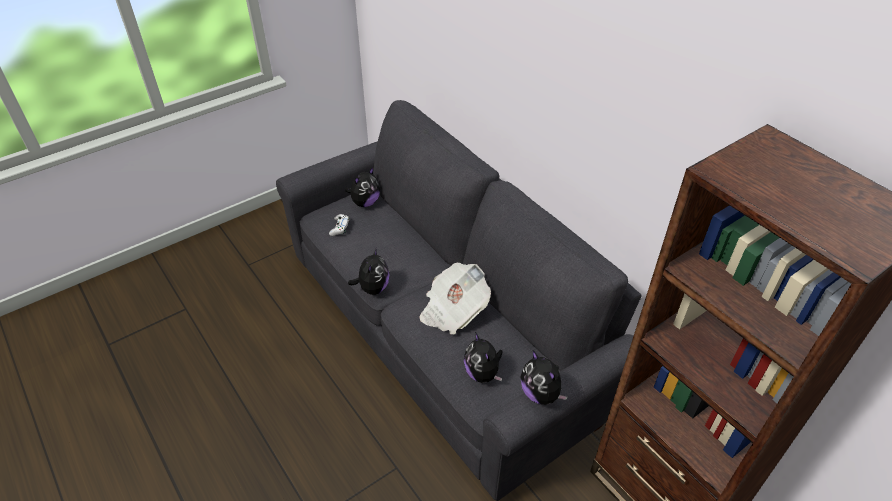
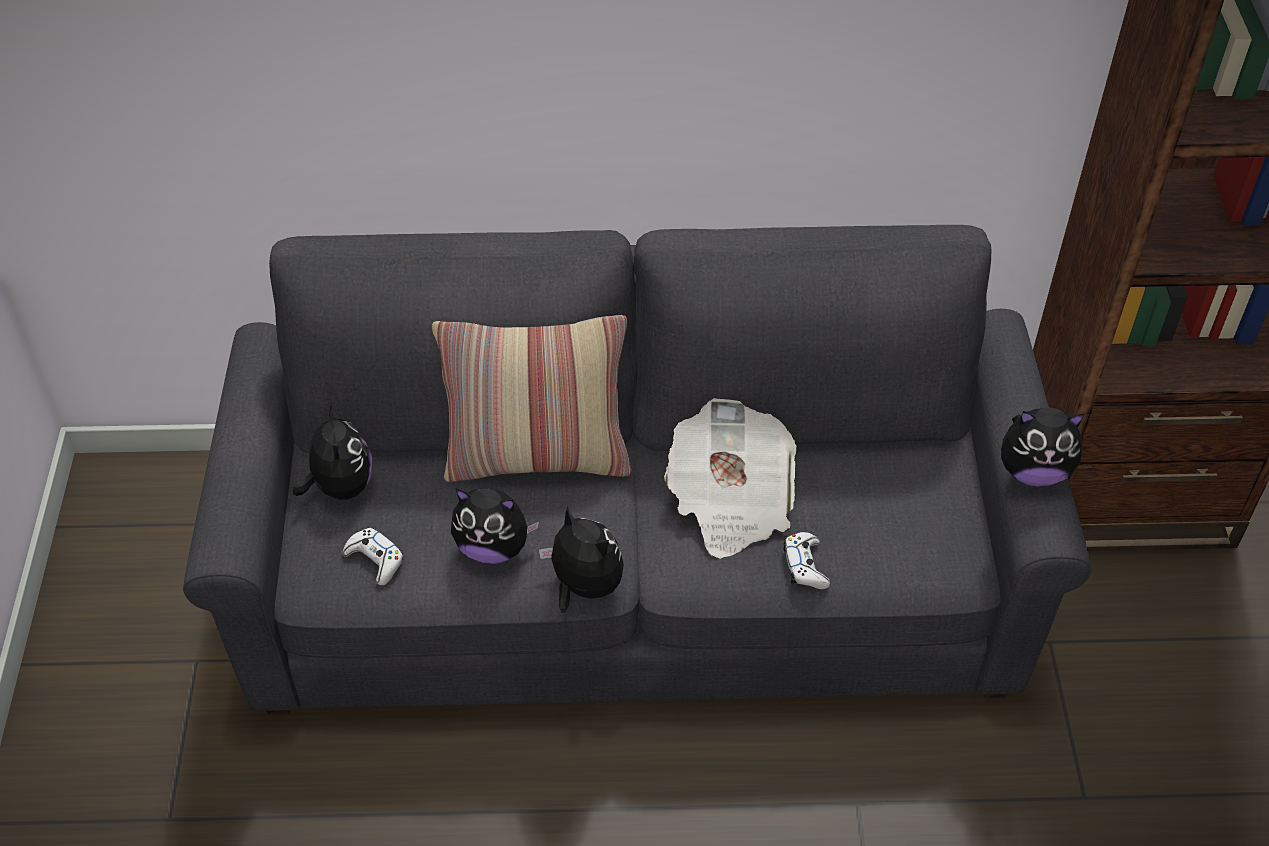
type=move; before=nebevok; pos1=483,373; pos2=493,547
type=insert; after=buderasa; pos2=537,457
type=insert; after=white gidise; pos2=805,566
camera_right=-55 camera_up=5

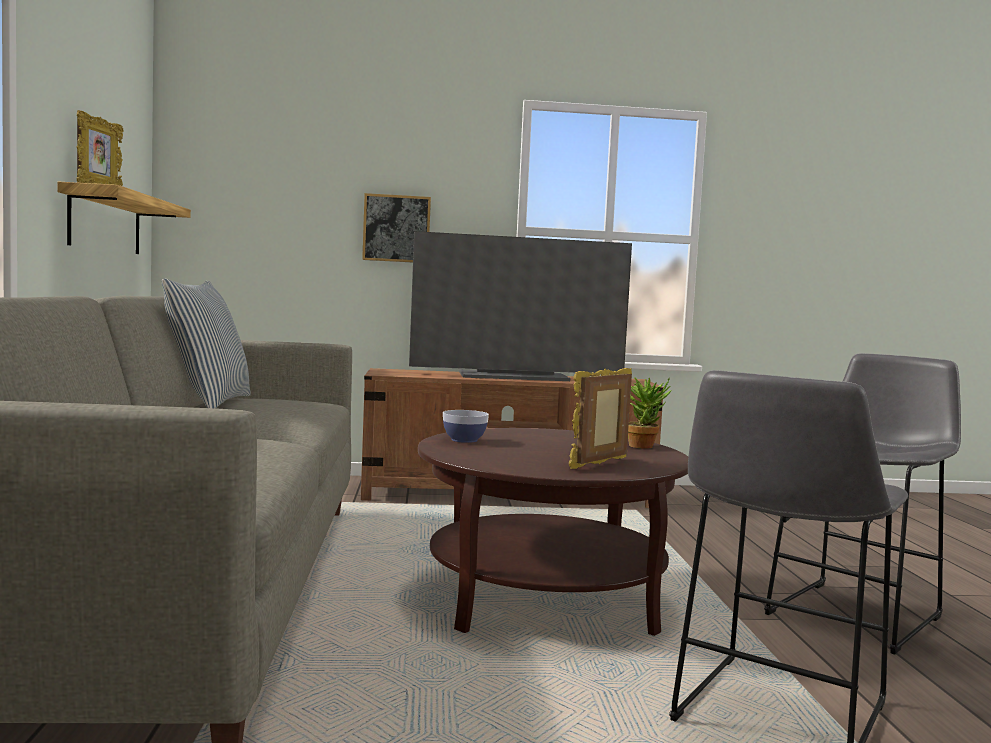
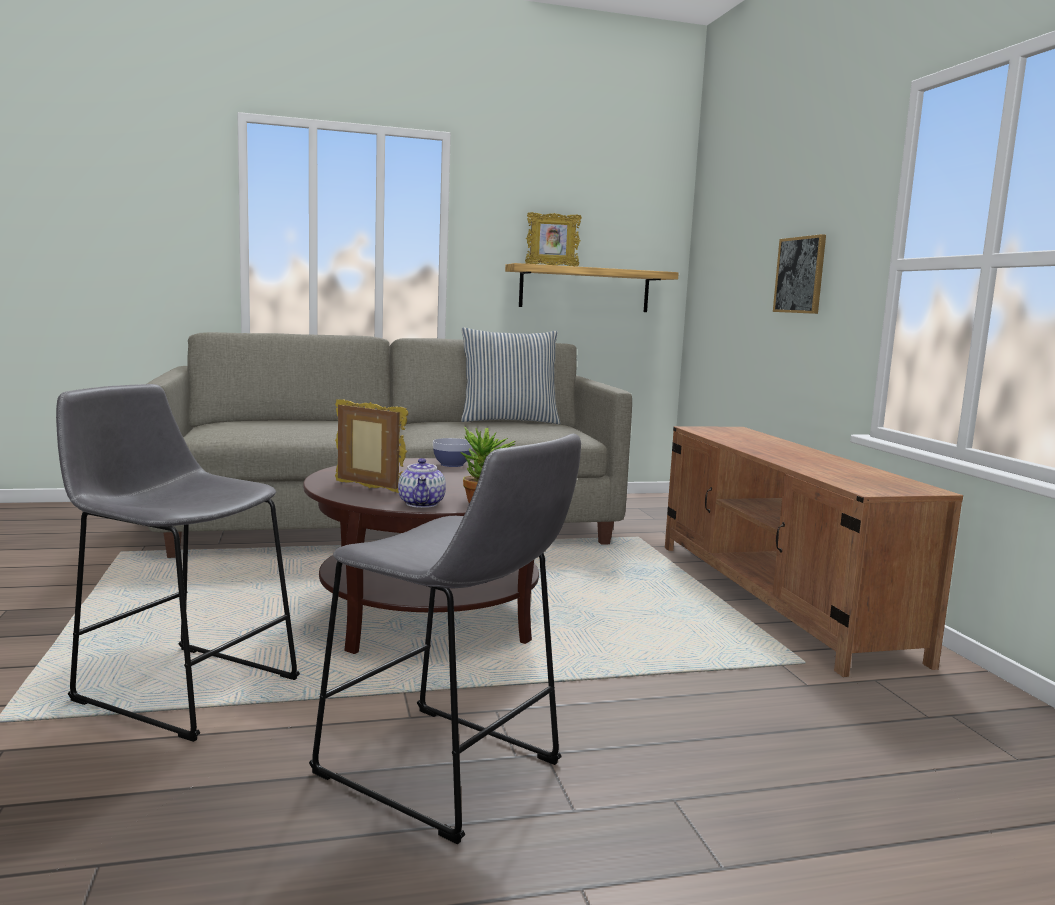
type=delete; before=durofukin; pos1=515,376
type=insert; after=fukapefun; pos2=422,504
camera_right=80 camera_up=5

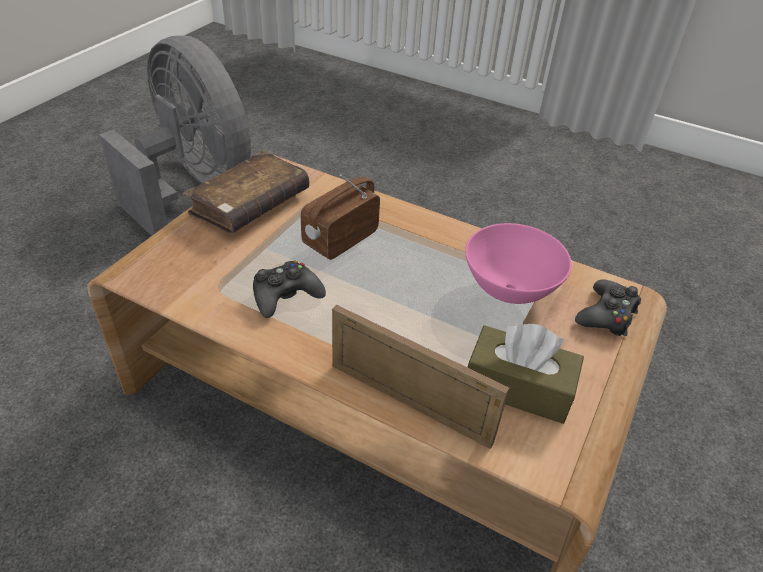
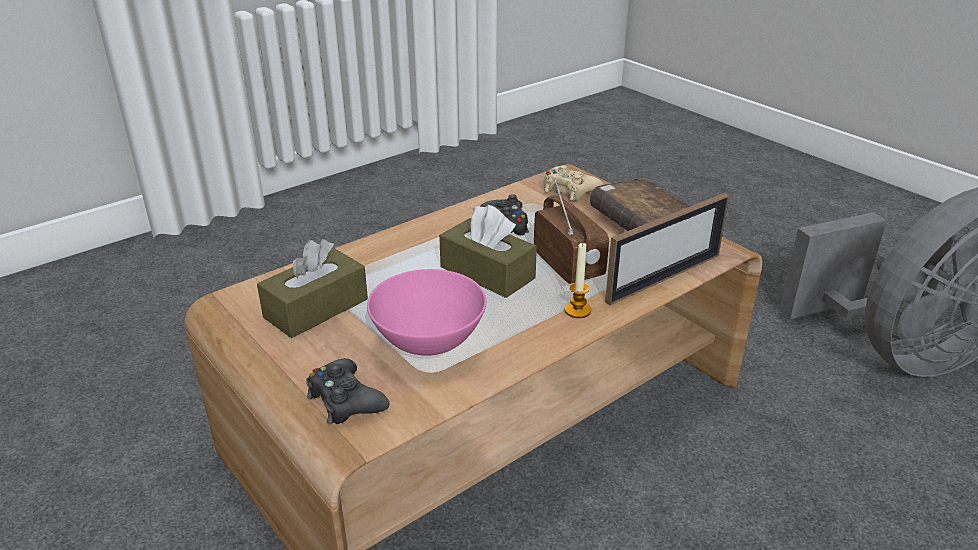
type=move; before=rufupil; pos1=409,403; pos2=664,278
type=insert; after=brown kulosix; pos2=487,273
type=insert; after=beige gidise; pos2=569,190
type=insert; after=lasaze; pos2=577,310
camera_right=115 camera_up=-10

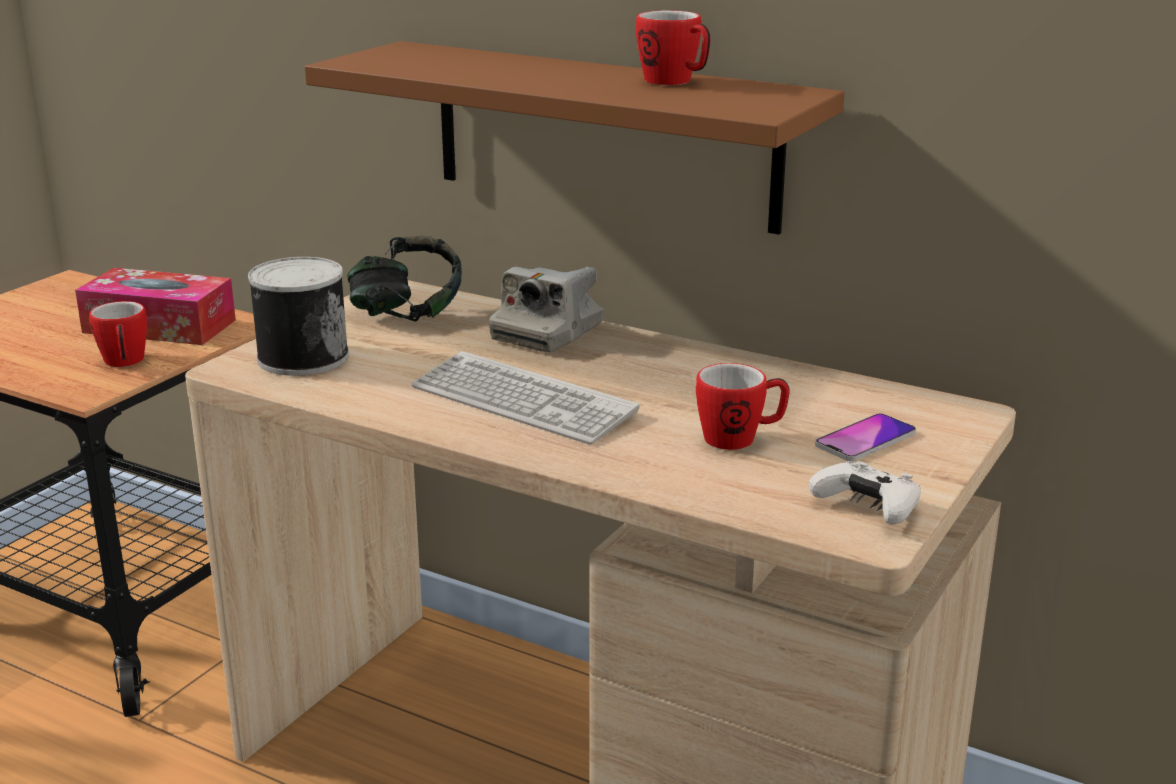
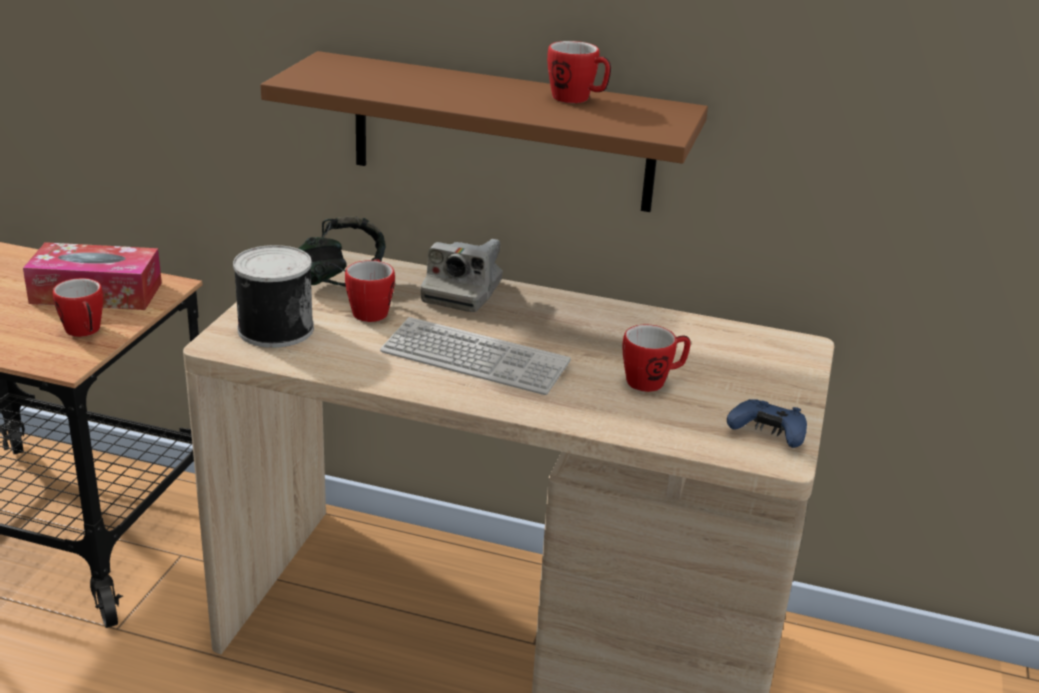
type=recolor; before=white gidise; after=blue gidise; pos1=868,508; pos2=768,433
type=delete; before=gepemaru; pos1=865,439
type=insert; after=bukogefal; pos2=372,310
camera_right=-15 camera_up=5

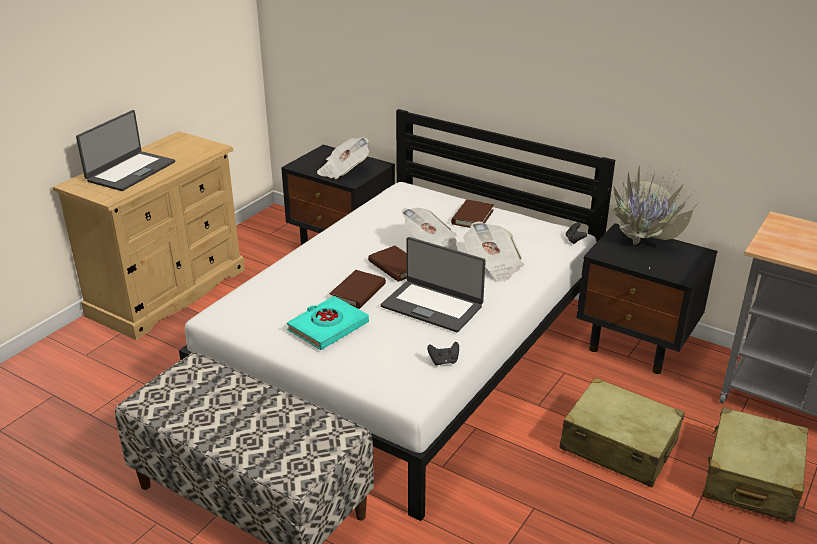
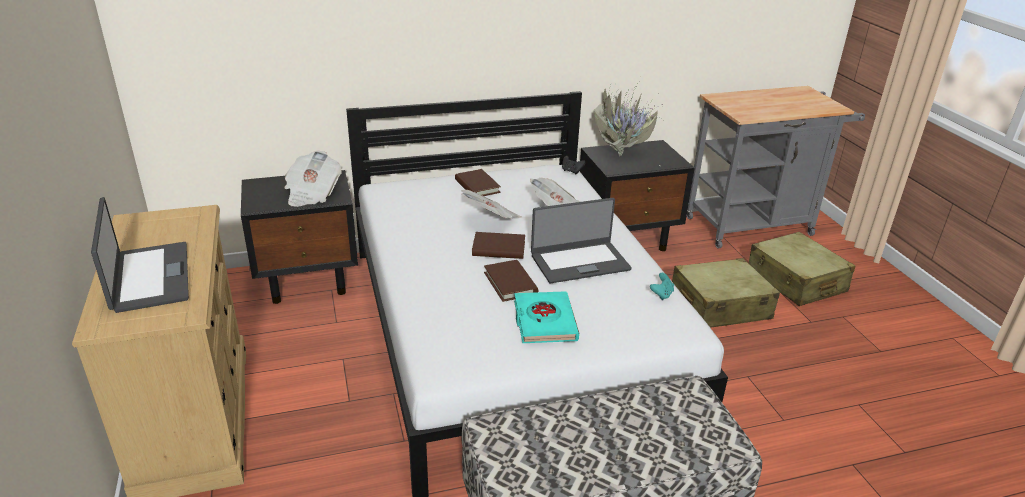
type=recolor; before=black gidise; after=turquoise gidise; pos1=444,361; pos2=661,294
camera_right=-50 camera_up=0

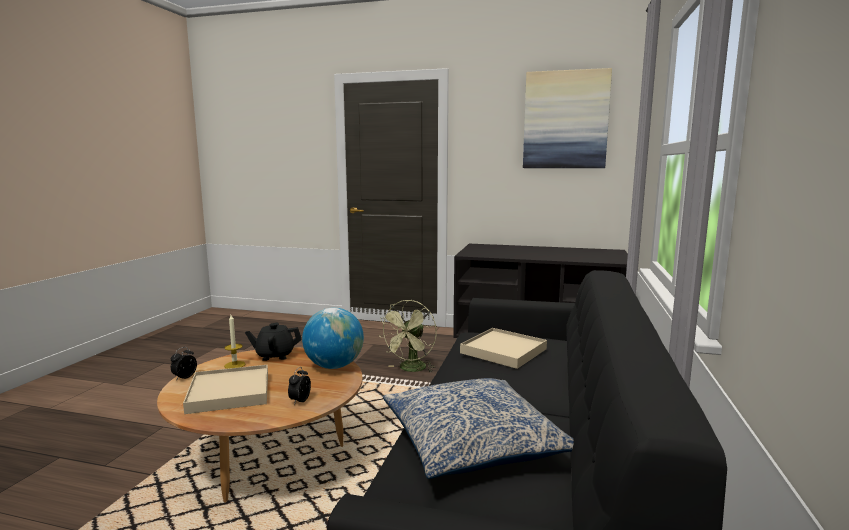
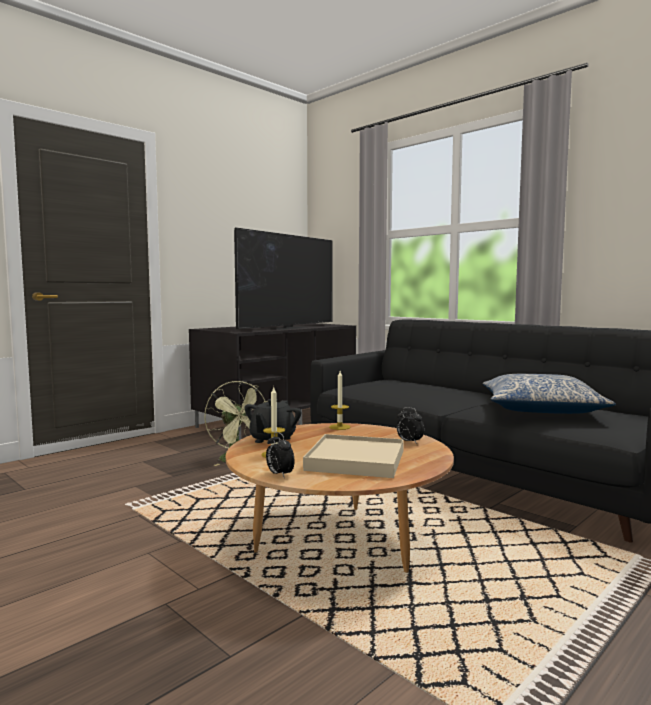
type=replace; before=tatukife; after=lasaze; pos1=334,366; pos2=339,427
type=delete; before=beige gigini; pos1=504,351
type=delete; before=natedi; pos1=565,120
type=insert; after=durofukin; pos2=288,328
camera_right=-60 camera_up=-5

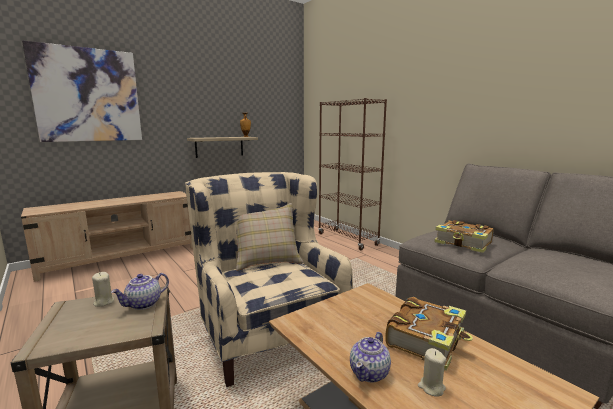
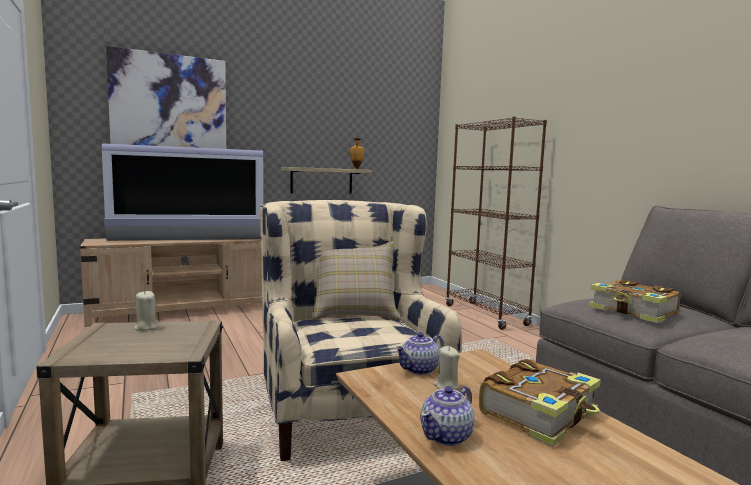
type=move; before=fukapefun; pos1=143,304; pos2=419,370
type=move; before=beige lasaze; pos1=431,387; pos2=446,386
type=insert; after=durofukin; pos2=188,239
camera_right=10 camera_up=-5

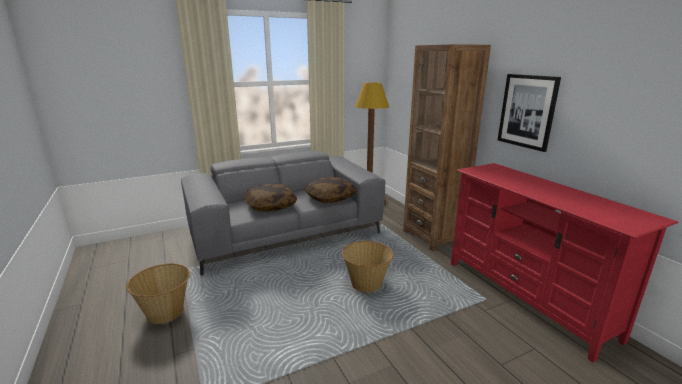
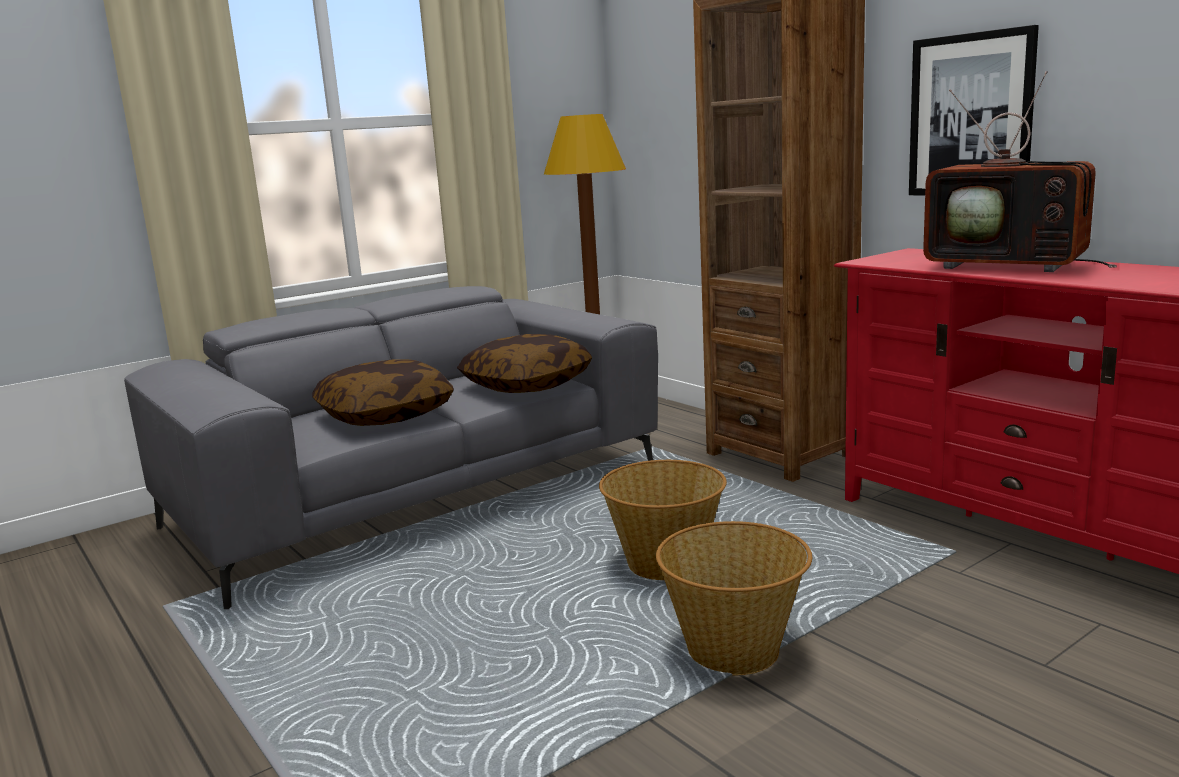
type=move; before=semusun; pos1=166,312; pos2=735,650
type=insert; after=durofukin; pos2=1011,265
camera_right=-10 camera_up=-5

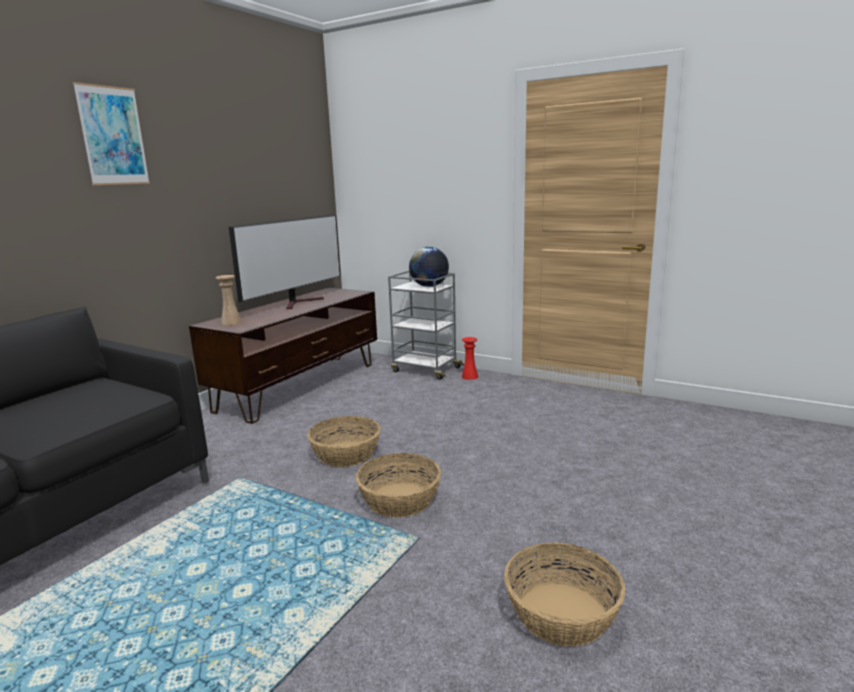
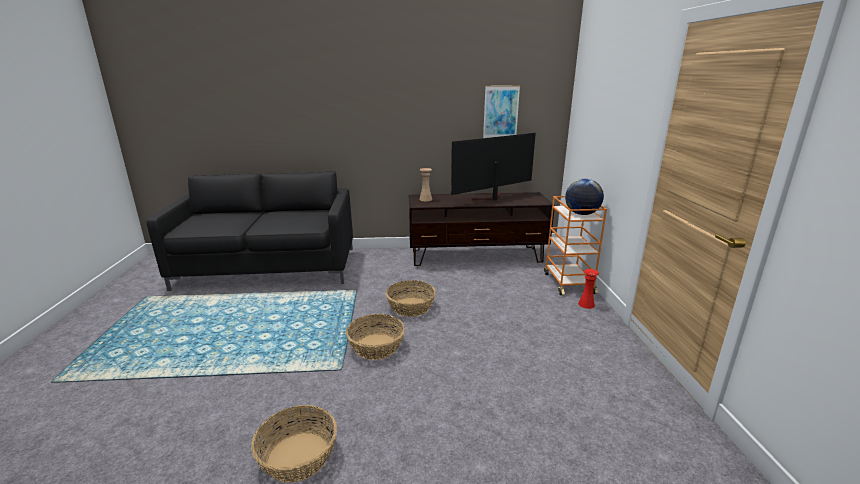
type=move; before=natedi; pos1=113,136; pos2=501,113
type=rotate; before=durofukin; pos1=299,302; pos2=489,198; turn=150
type=recolor; before=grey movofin; after=orange movofin; pos1=425,370; pos2=568,283
camera_right=55 camera_up=5

